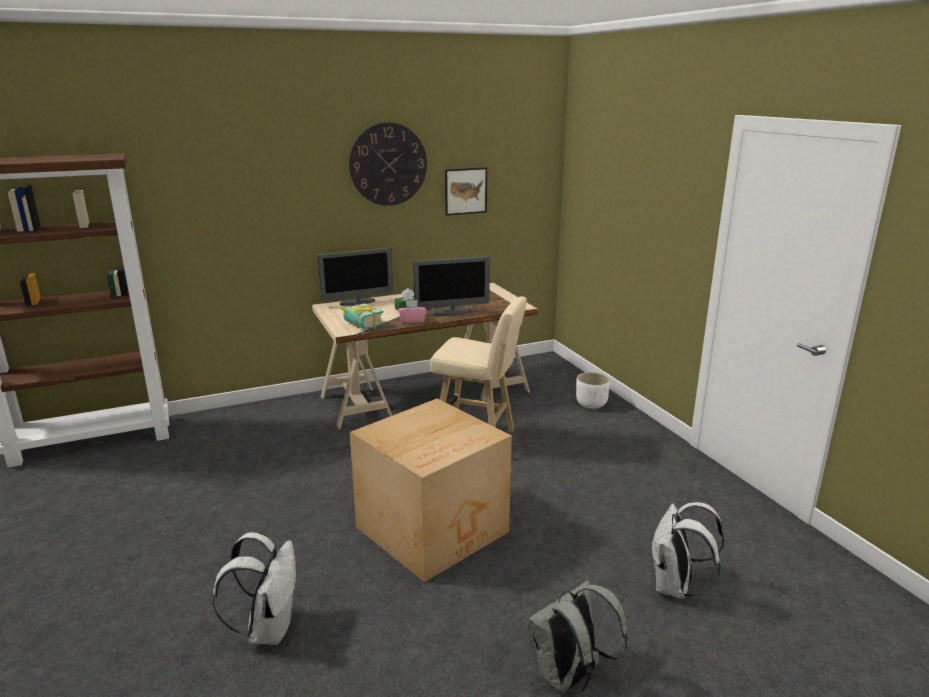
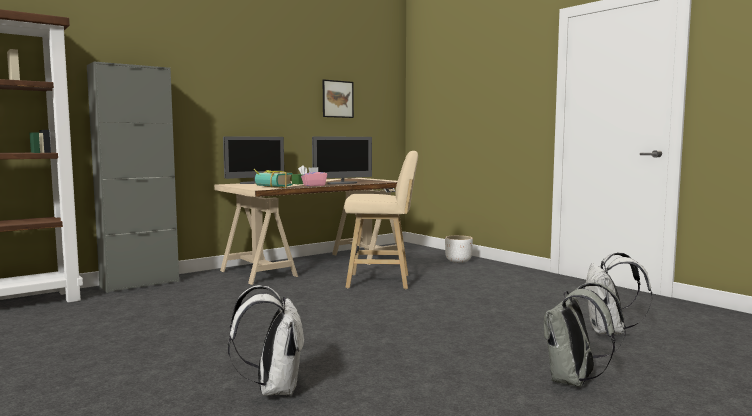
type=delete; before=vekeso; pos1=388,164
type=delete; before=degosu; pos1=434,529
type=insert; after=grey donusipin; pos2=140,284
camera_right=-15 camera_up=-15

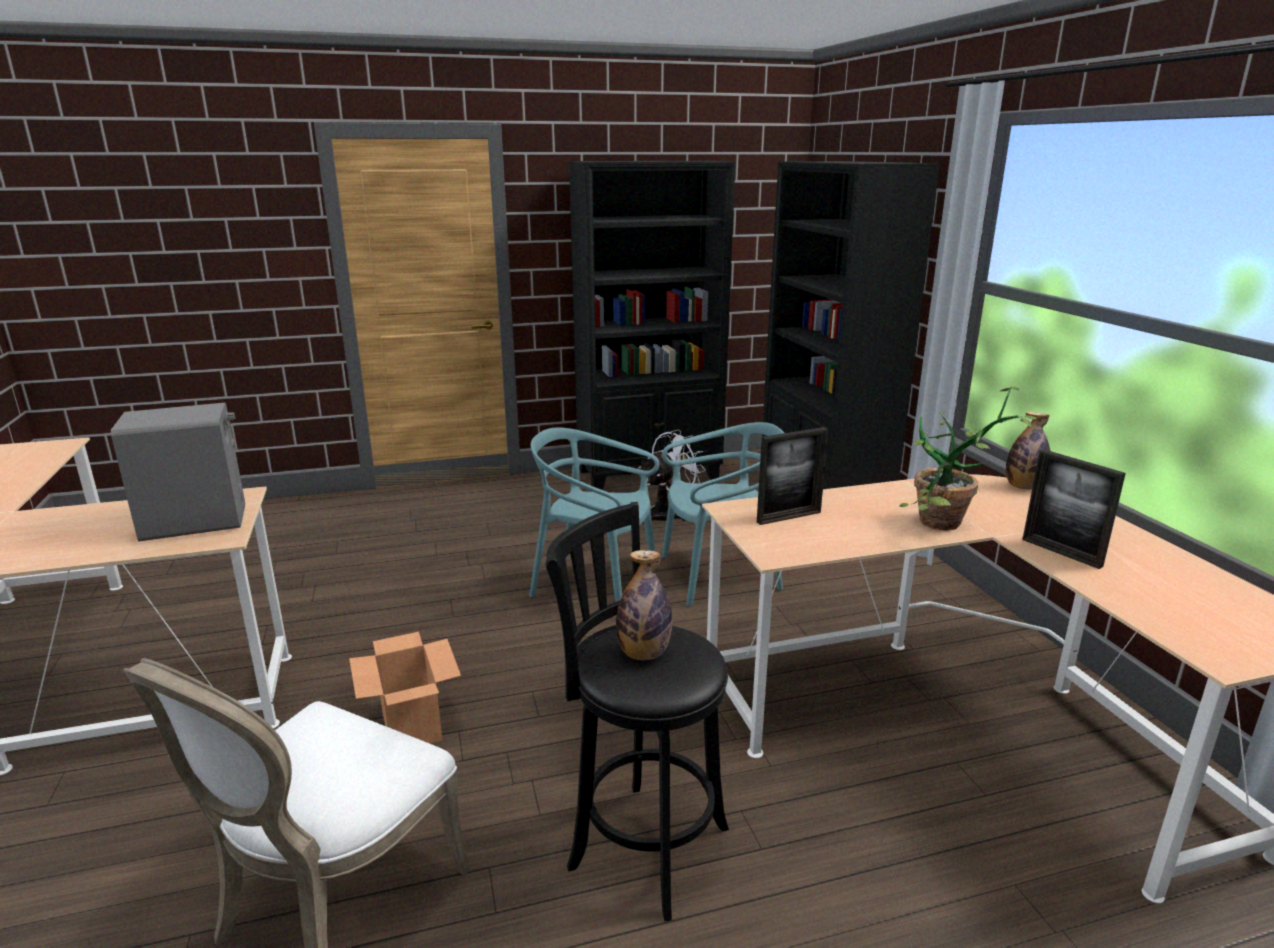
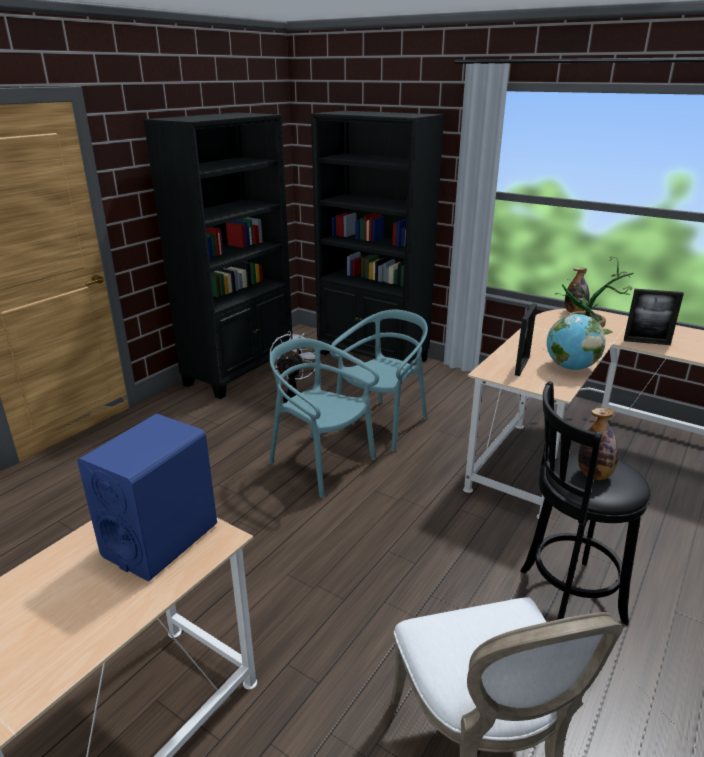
type=recolor; before=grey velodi; after=blue velodi; pos1=195,522; pos2=161,540
type=delete; before=degosu; pos1=411,725
type=rotate; before=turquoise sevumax; pos1=595,585; pos2=321,464; turn=60
type=insert; after=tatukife; pos2=570,367
camera_right=-40 camera_up=5

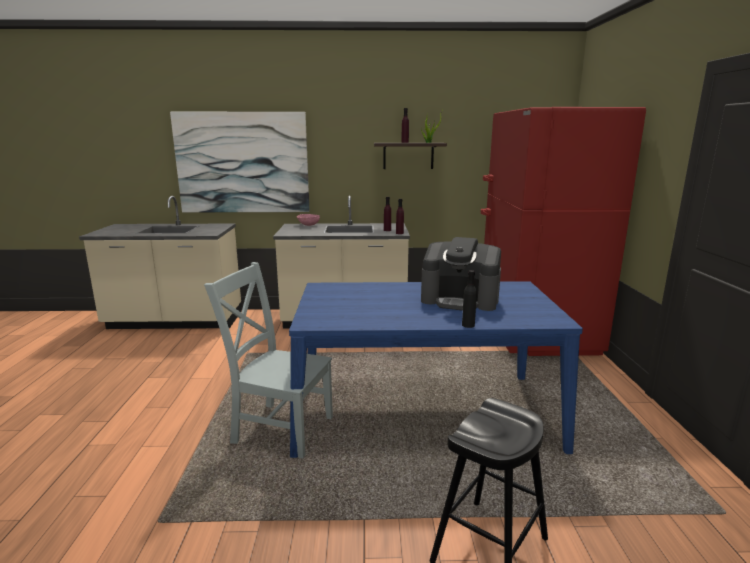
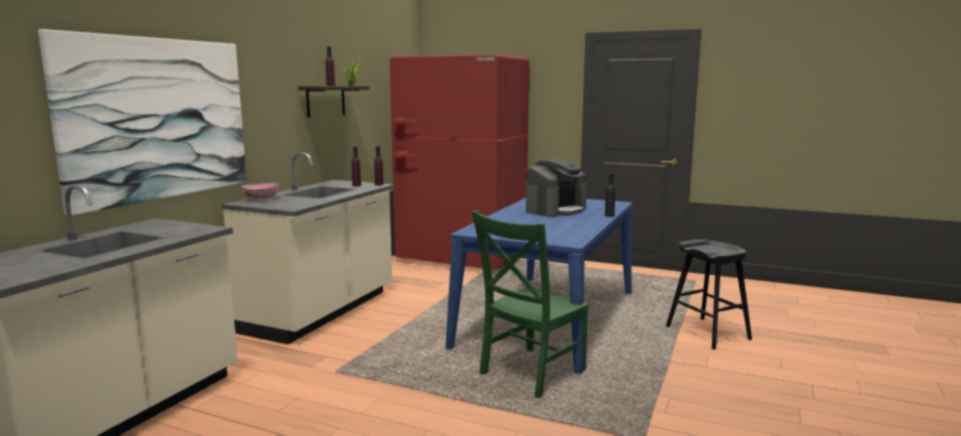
type=recolor; before=grey sevumax; after=green sevumax; pos1=279,429; pos2=529,374
camera_right=-65 camera_up=-5

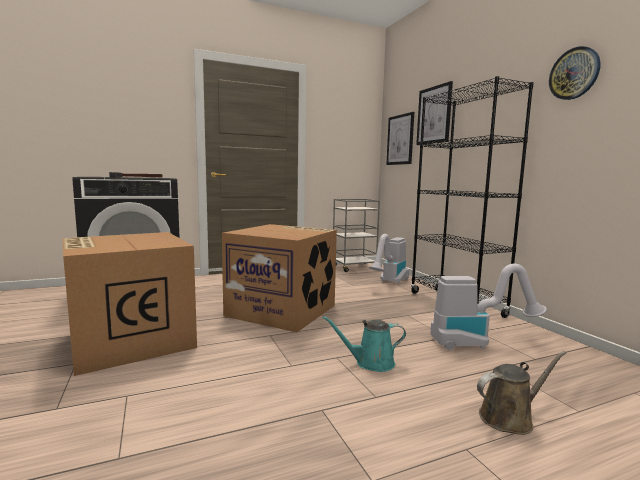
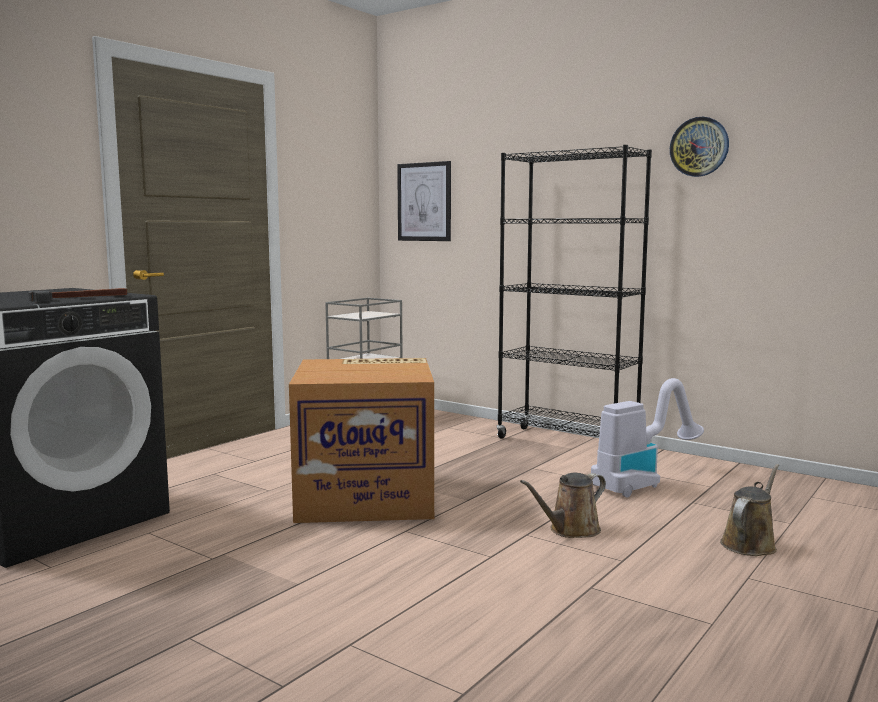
type=delete; before=degosu; pos1=129,340
type=recolor; before=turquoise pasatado; after=brown pasatado; pos1=371,363; pos2=570,530
type=delete; before=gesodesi; pos1=390,282
type=delete; before=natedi; pos1=434,115
camera_right=-30 camera_up=0

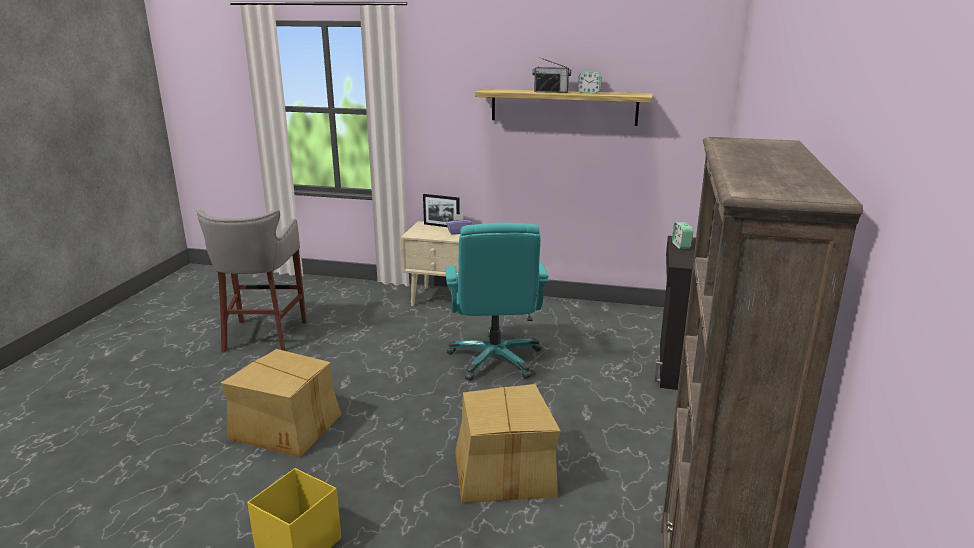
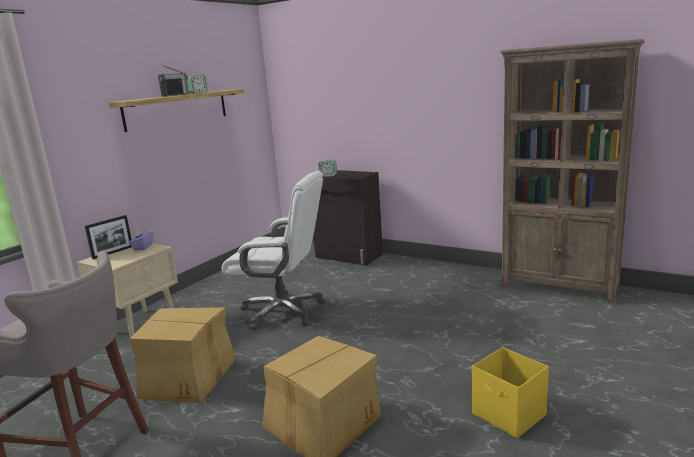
type=recolor; before=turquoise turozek; after=white turozek; pos1=495,359; pos2=283,311
type=move; before=degosu; pos1=504,472; pos2=187,378
camera_right=-70 camera_up=-5

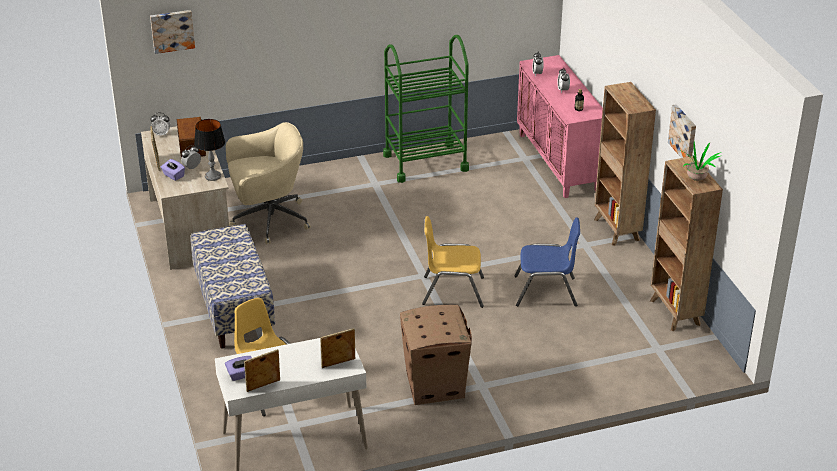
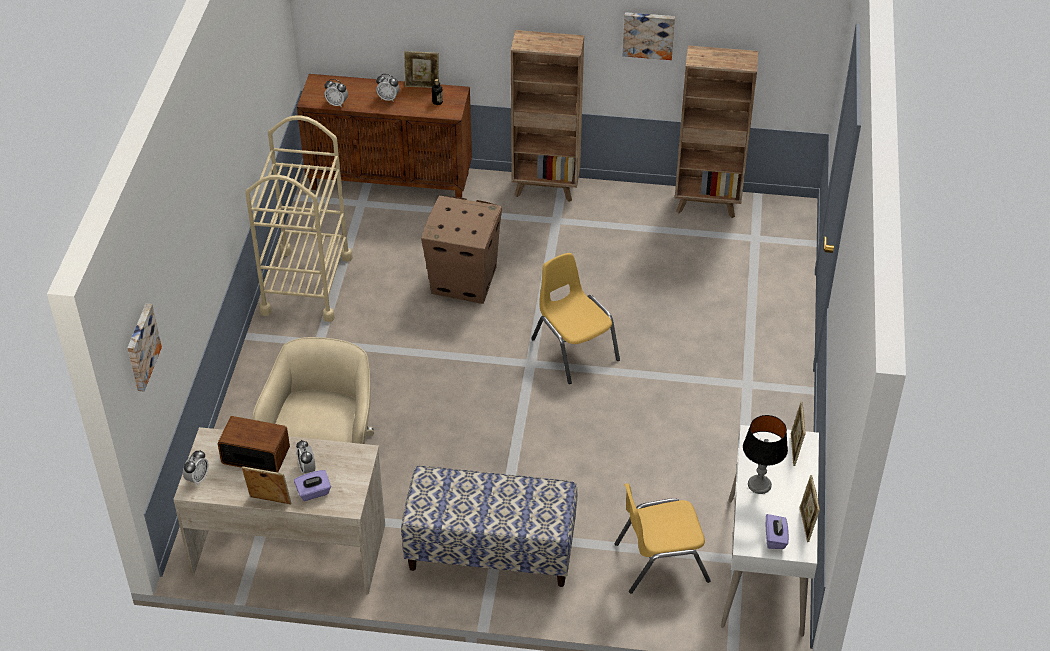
type=move; before=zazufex; pos1=213,176; pos2=759,485
type=recolor; before=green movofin; after=beige movofin; pos1=425,162; pos2=306,284
type=move; before=degosu; pos1=435,384; pos2=463,280
type=rotate; before=yellow sevumax; pos1=452,291; pos2=574,349; turn=120
type=delete; before=blue sevumax; pos1=546,291
type=recolor; before=pink donusipin; after=brown donusipin; pos1=559,163; pos2=391,180
type=delete; before=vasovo; pos1=696,178
type=insert; after=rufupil; pos2=422,86
camera_right=-65 camera_up=10

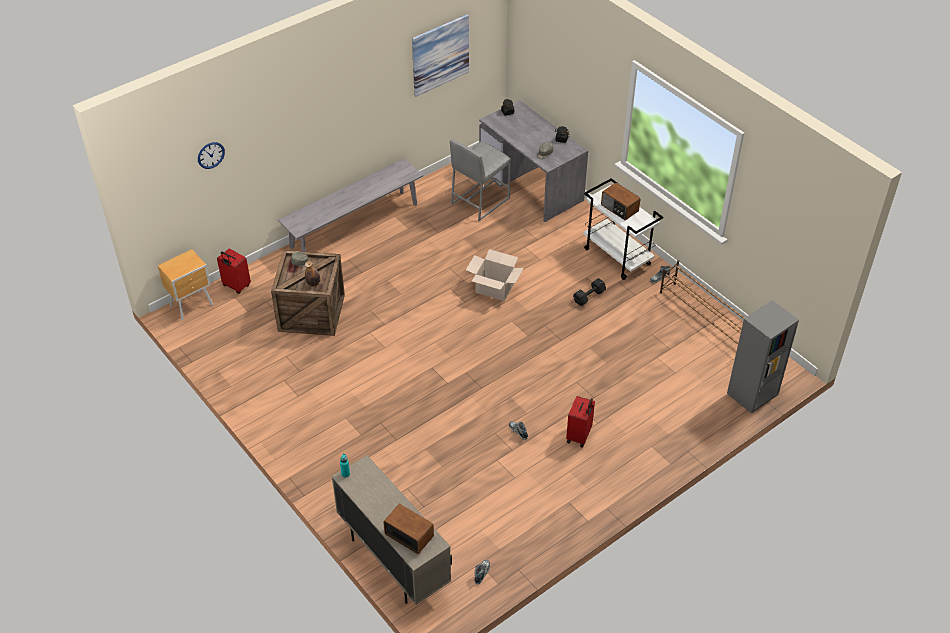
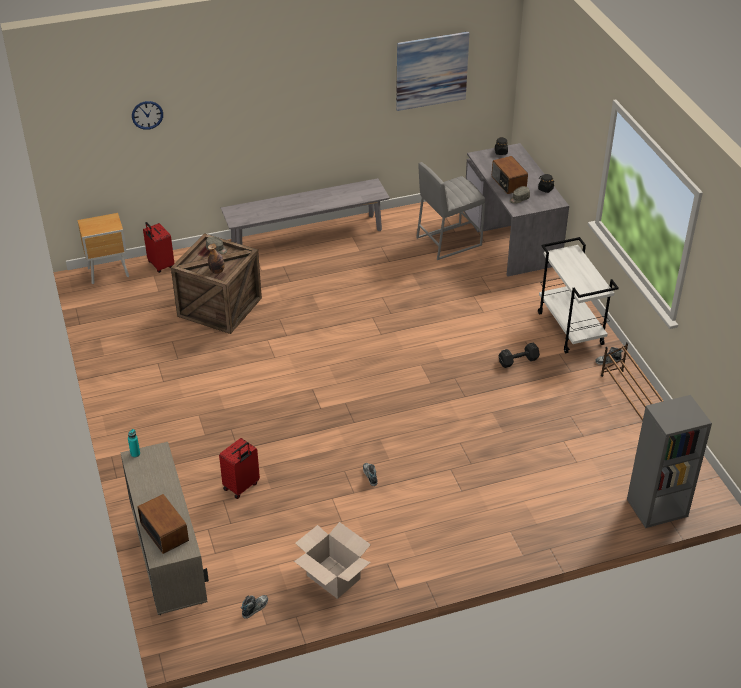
type=move; before=degosu; pos1=494,288; pos2=334,577
type=move; before=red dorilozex; pos1=579,436; pos2=241,486
type=move; before=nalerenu; pos1=619,208; pos2=508,183
camera_right=20 camera_up=-5

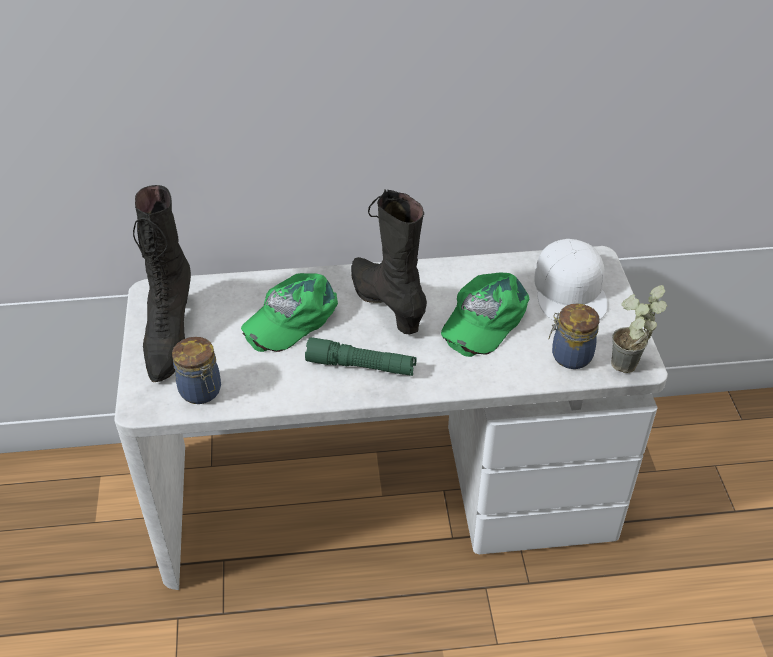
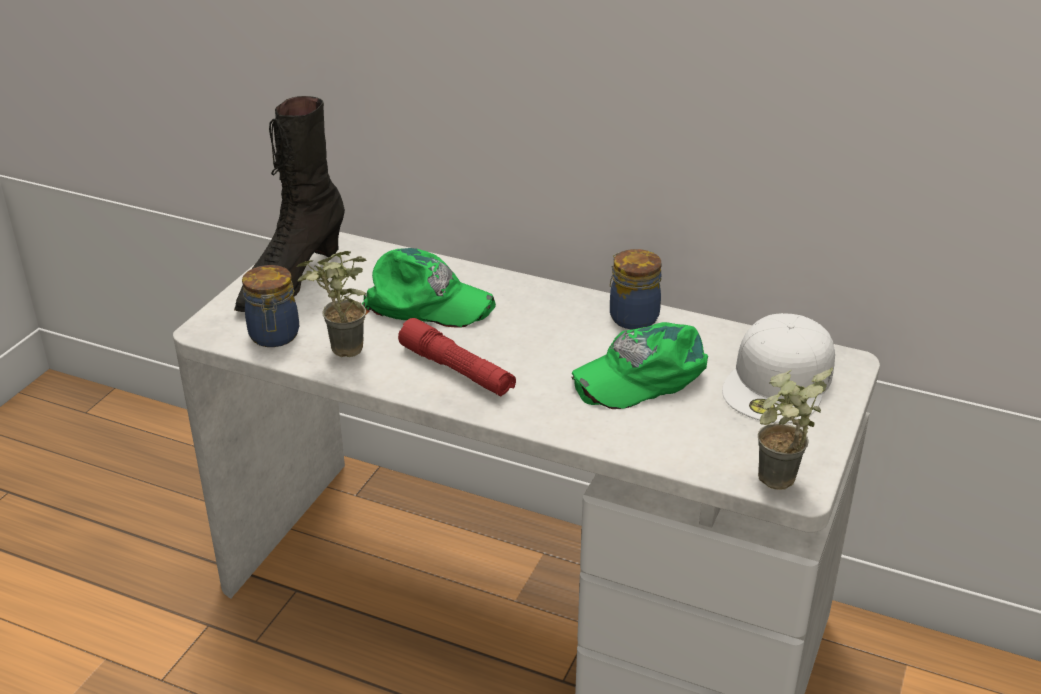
type=rotate; before=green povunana; pos1=291,317; pos2=427,303; turn=-150
type=recolor; before=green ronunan; after=red ronunan; pos1=361,366; pos2=457,370
type=delete; before=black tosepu; pos1=387,304
type=move; before=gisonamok; pos1=569,356; pos2=632,317
type=insert; after=vasovo; pos2=339,353
camera_right=30 camera_up=-10

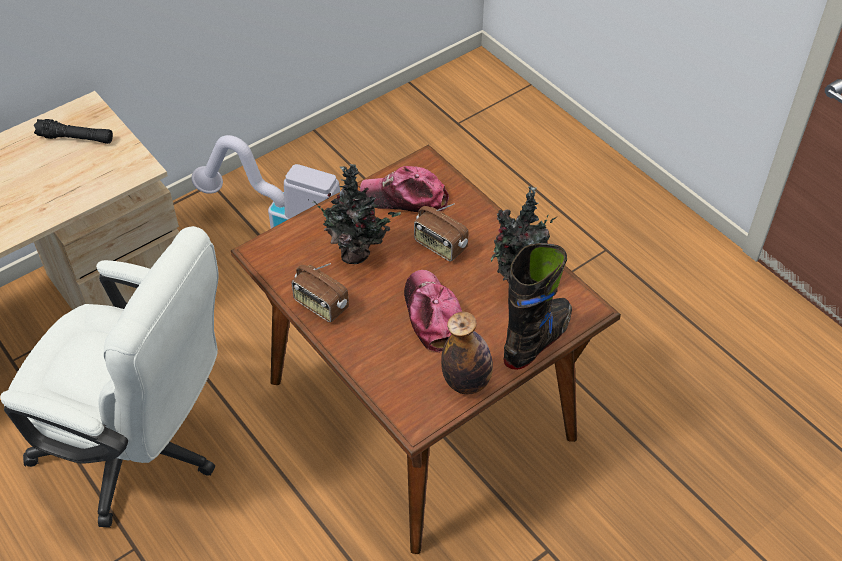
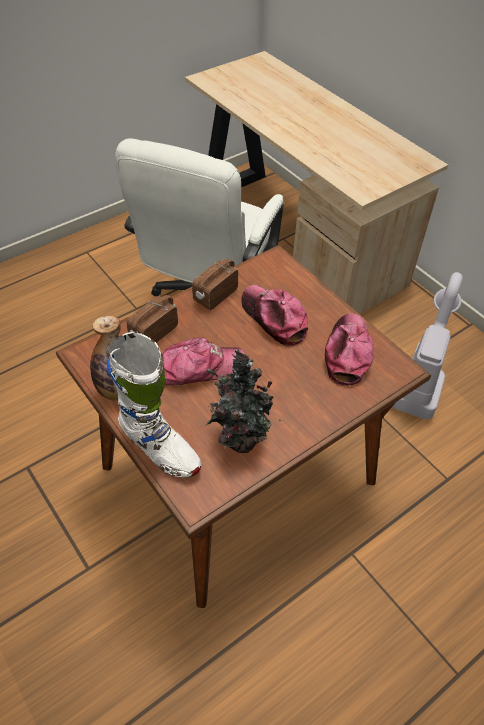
type=delete; before=black ronunan; pos1=76,138
type=replace; before=vasovo; after=povunana; pos1=358,253; pos2=274,318
type=move; before=nalerenu; pos1=440,246; pos2=153,333
type=recolor; before=black tosepu; after=white tosepu; pos1=537,340; pos2=159,449
camera_right=90 camera_up=0

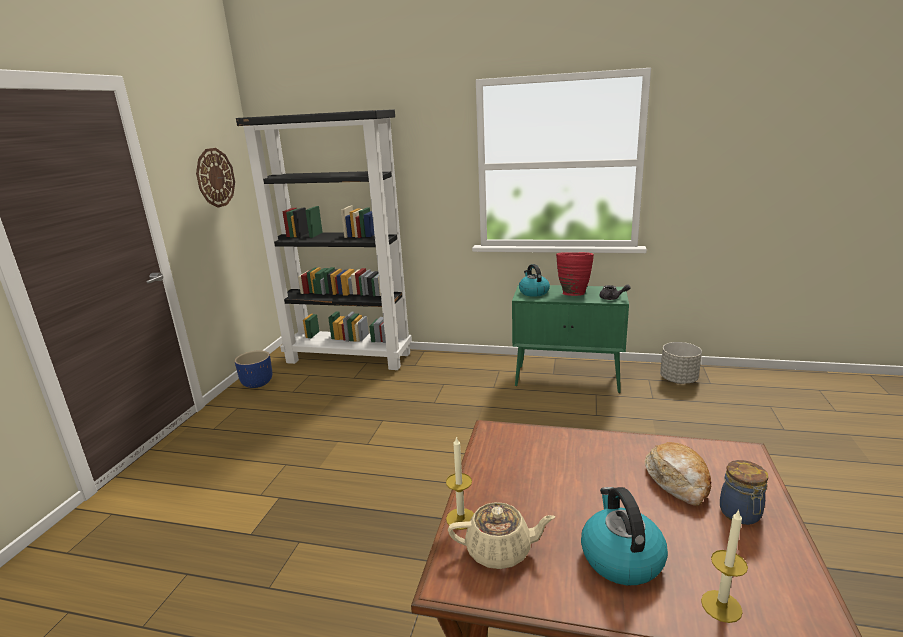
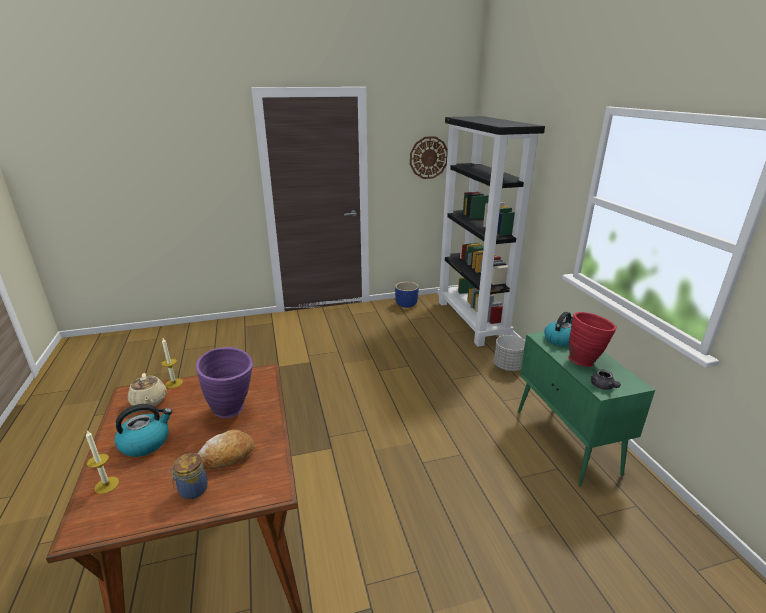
type=move; before=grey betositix; pos1=678,379; pos2=508,366
type=insert; after=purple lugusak; pos2=233,411
camera_right=60 camera_up=5

